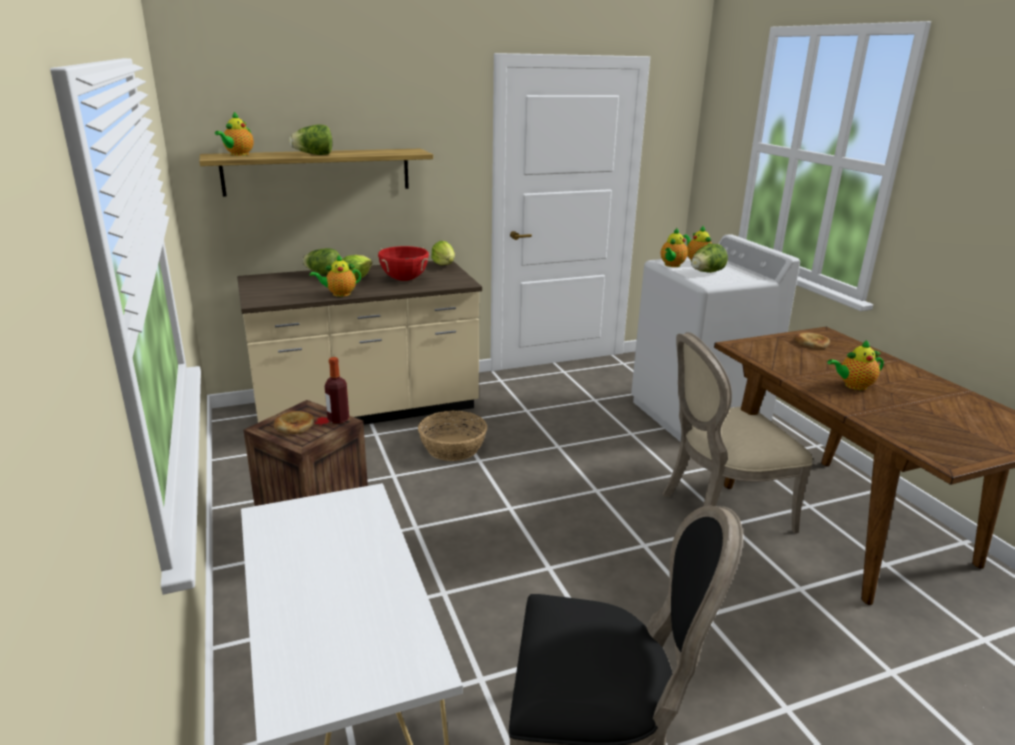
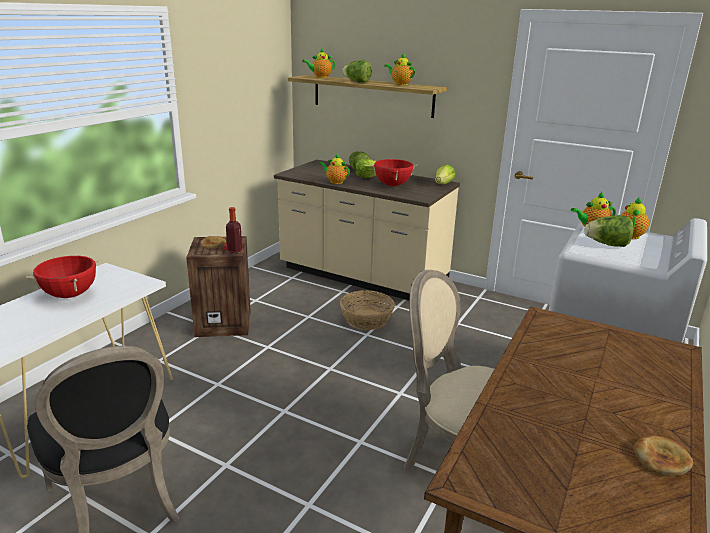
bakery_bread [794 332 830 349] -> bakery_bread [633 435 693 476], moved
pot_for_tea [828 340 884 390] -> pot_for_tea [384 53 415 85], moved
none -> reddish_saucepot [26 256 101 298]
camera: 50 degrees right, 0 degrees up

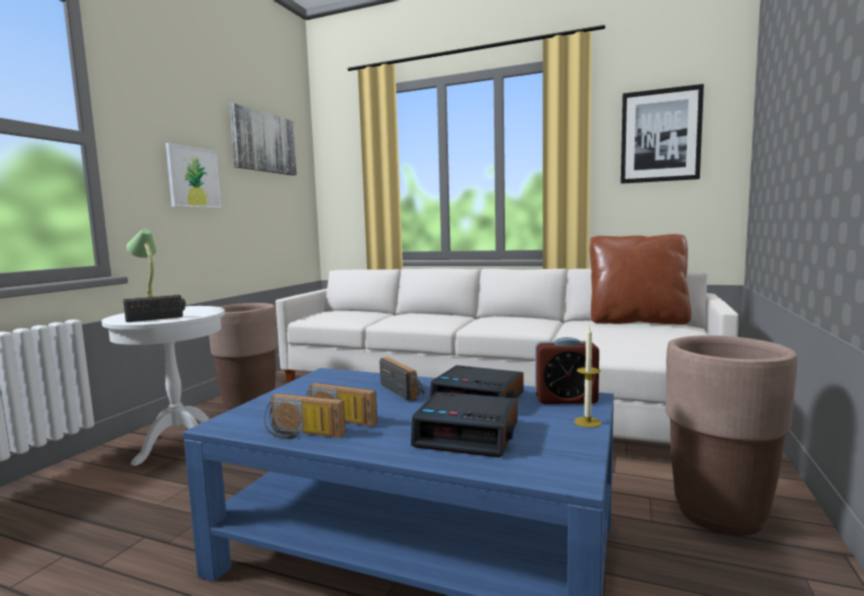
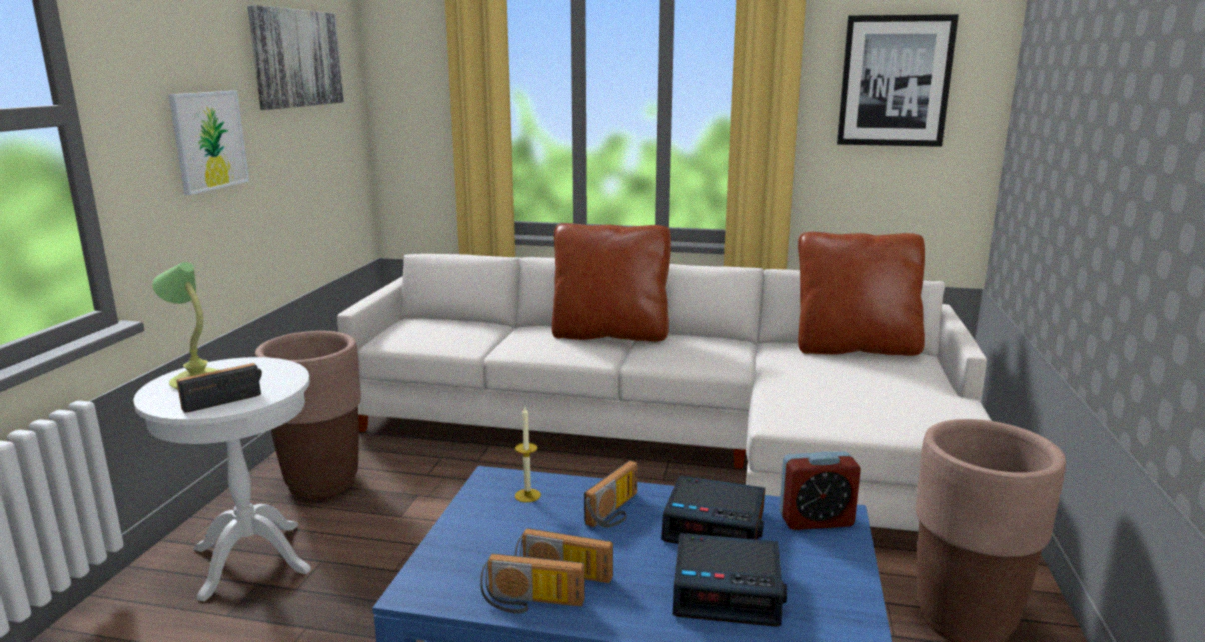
candle [574 327 602 428] -> candle [515 407 541 502], moved
radio [379 357 425 401] -> radio [584 460 637 528], 75 degrees clockwise
none -> brown-coloured_cushion [552 223 671 342]
camera: 10 degrees left, 10 degrees up

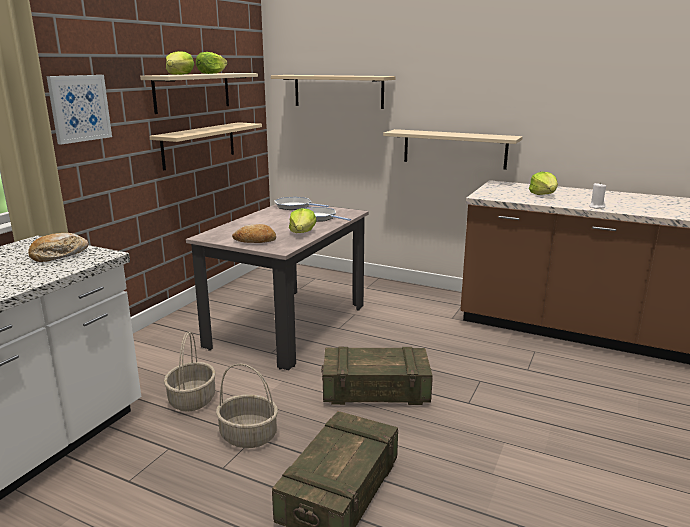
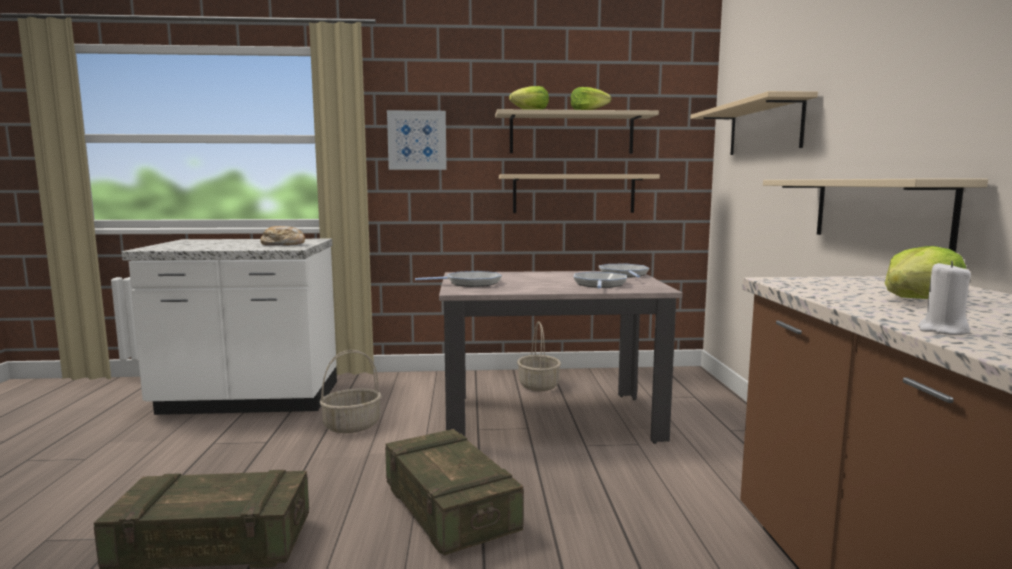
lettuce [289 208 317 233] -> none
bakery_bread [232 224 276 243] -> frying_pan [415 271 502 287]
basket [216 364 278 448] -> basket [517 321 561 391], moved
camera: 60 degrees right, 10 degrees down

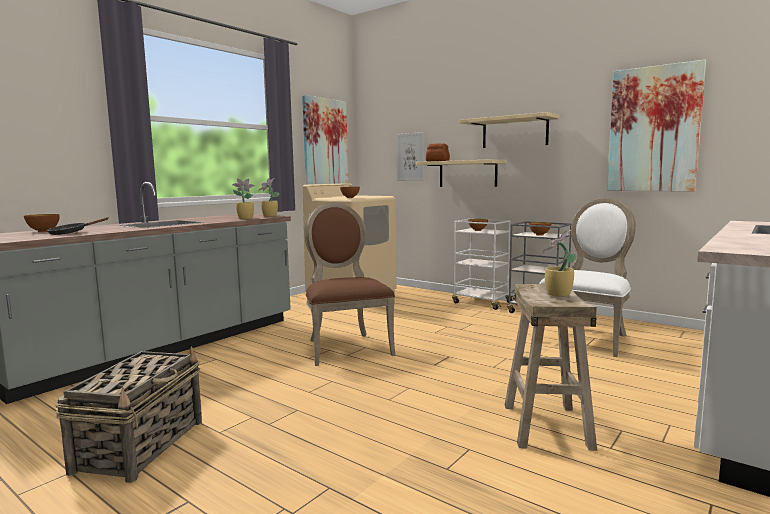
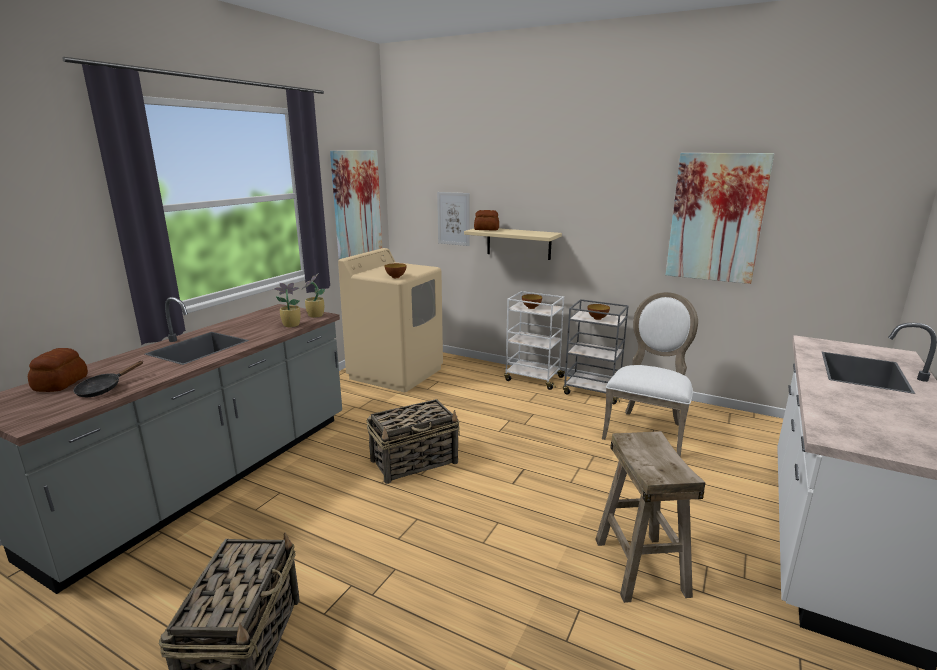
beige_shelf [459 112 560 148] -> none
brown-coloured_plain_chair [304 202 395 366] -> basket [366 399 460 484]
serving_bowl [24 214 60 232] -> bakery_bread [28 348 88 392]
houseplant [543 230 577 297] -> none
camera: 10 degrees left, 10 degrees up

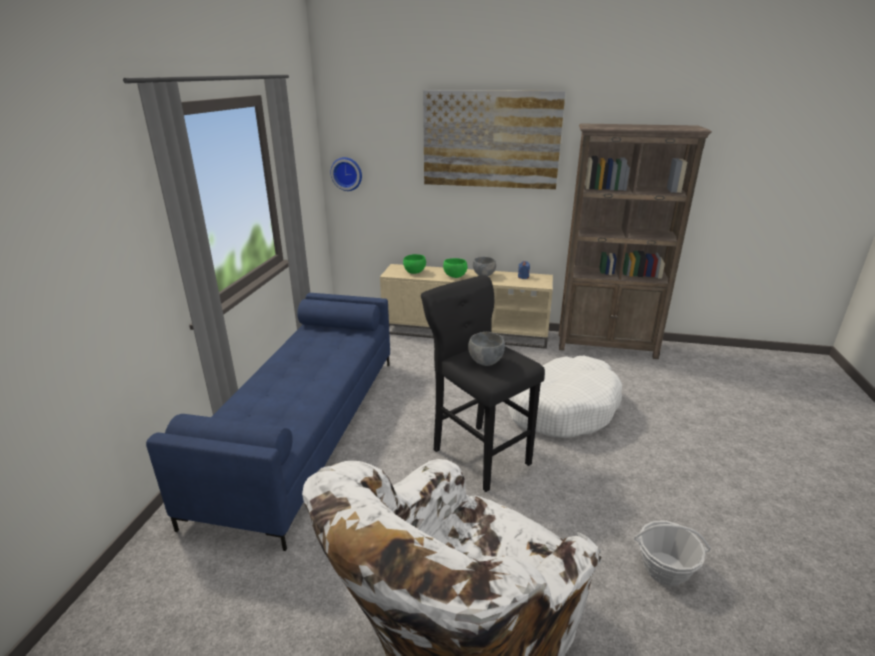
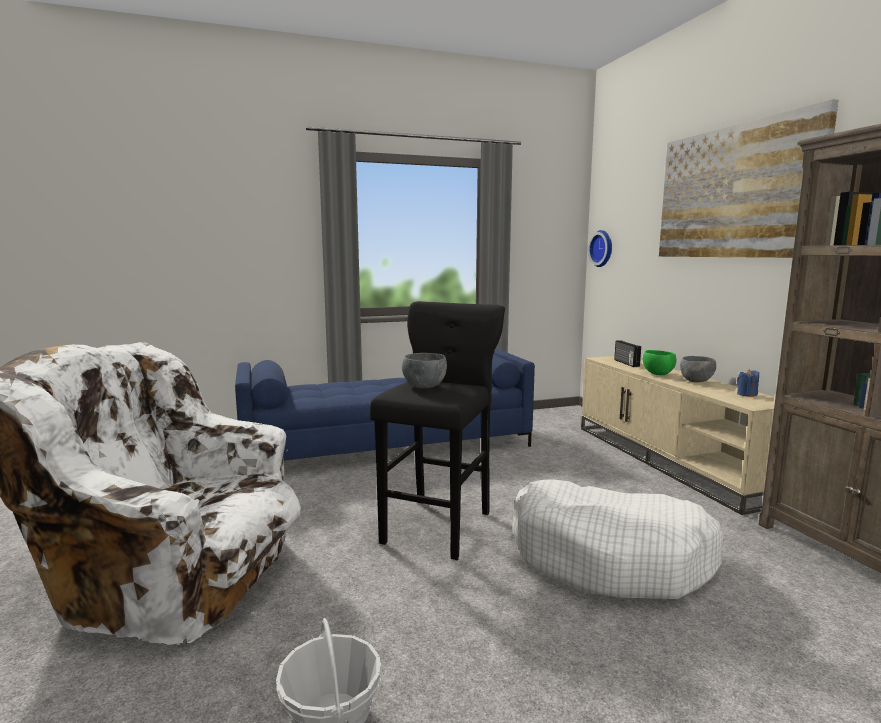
green_serving_bowl [403 254 426 274] -> radio [614 340 641 367]
camera: 60 degrees right, 15 degrees down

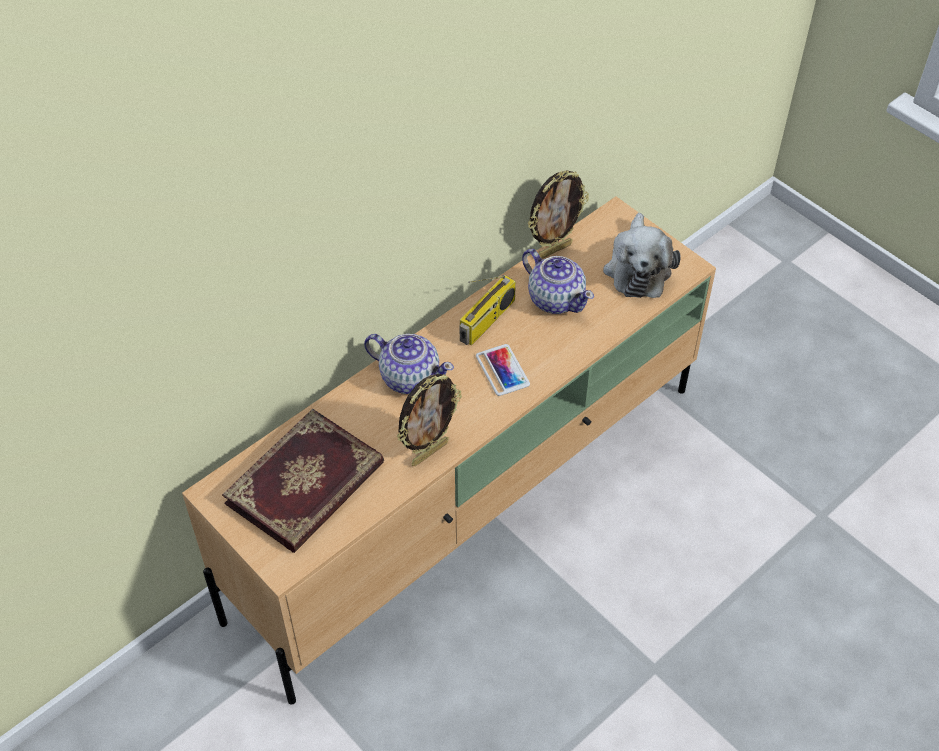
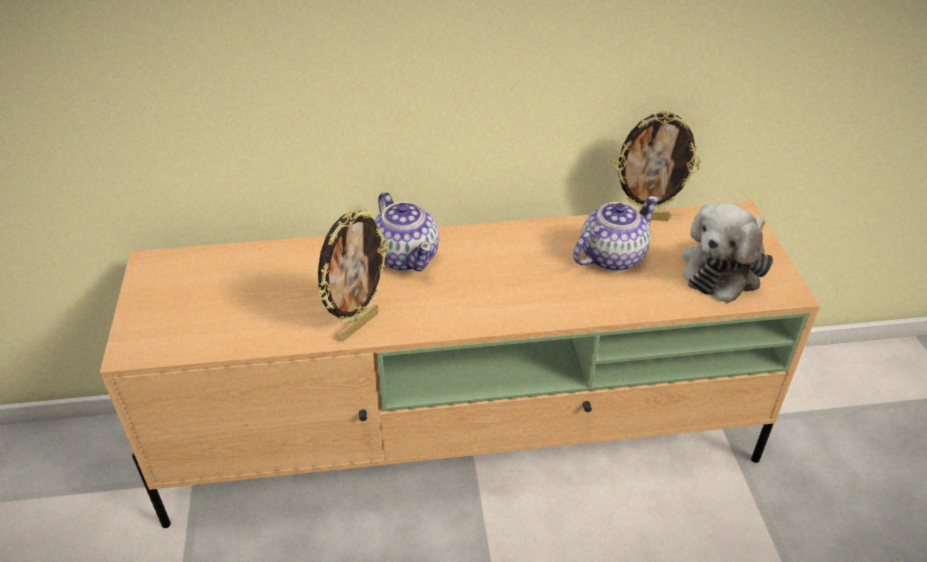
pot_for_tea [522 249 594 314] -> pot_for_tea [573 196 659 271], 120 degrees counterclockwise
radio [460 275 516 346] -> none
handset [476 344 530 396] -> none
picture_frame [397 374 462 466] -> picture_frame [317 210 389 341], 45 degrees counterclockwise
book [222 409 384 553] -> none
camera: 35 degrees right, 10 degrees down

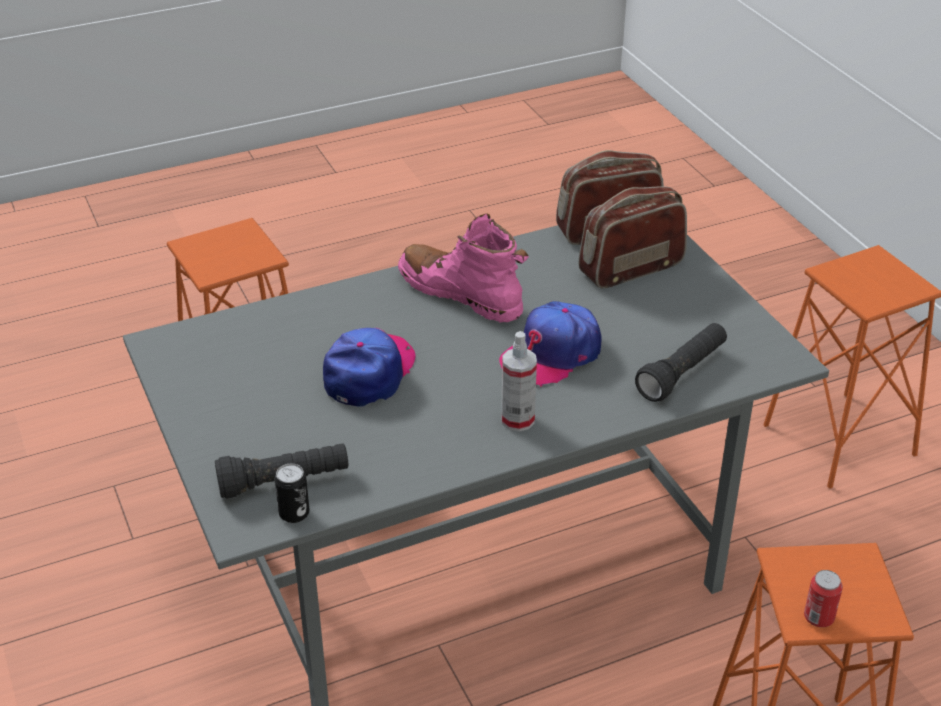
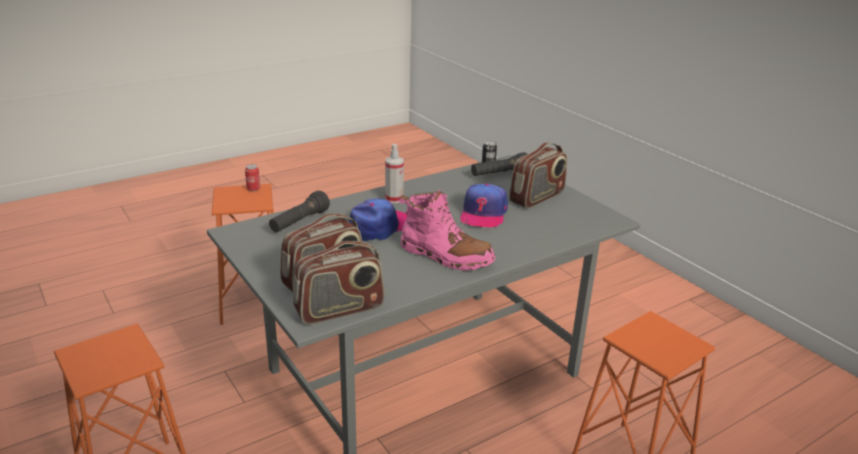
none -> radio [509 143 567 209]
camera: 170 degrees right, 10 degrees down

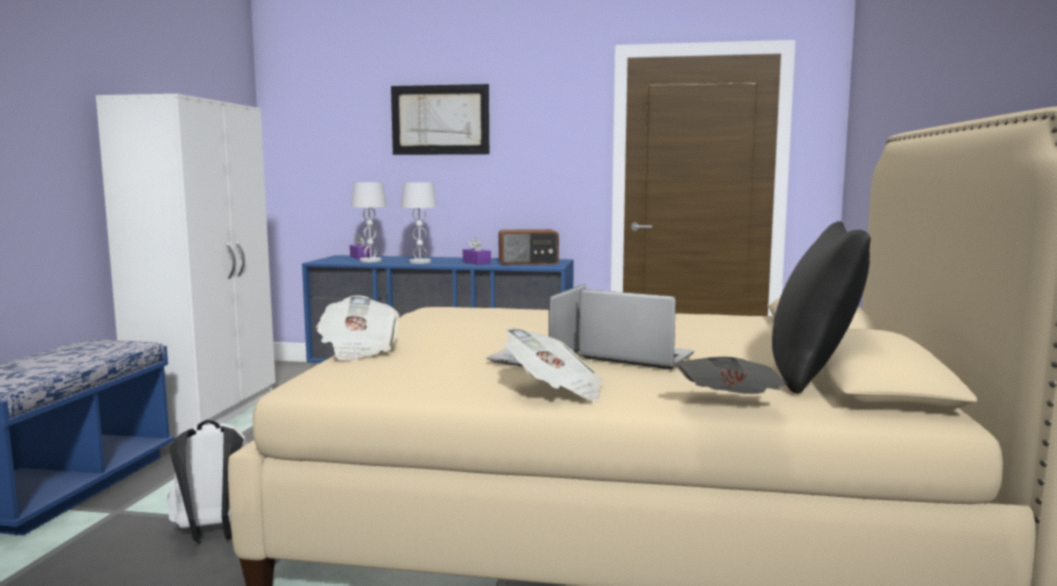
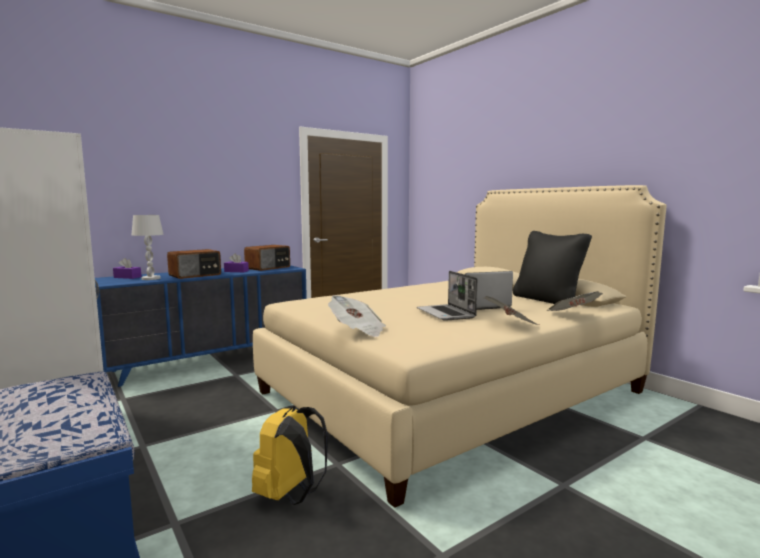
wall_art [391 84 489 155] -> none
white_table_lamp [401 182 437 264] -> radio [167 249 221 279]
white_rucksack [167 420 246 543] -> yellow_rucksack [252 406 328 505]
camera: 45 degrees left, 0 degrees up

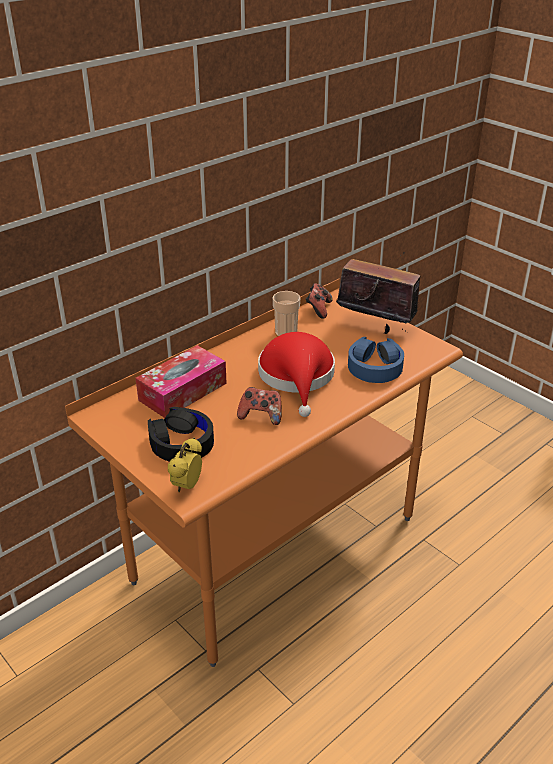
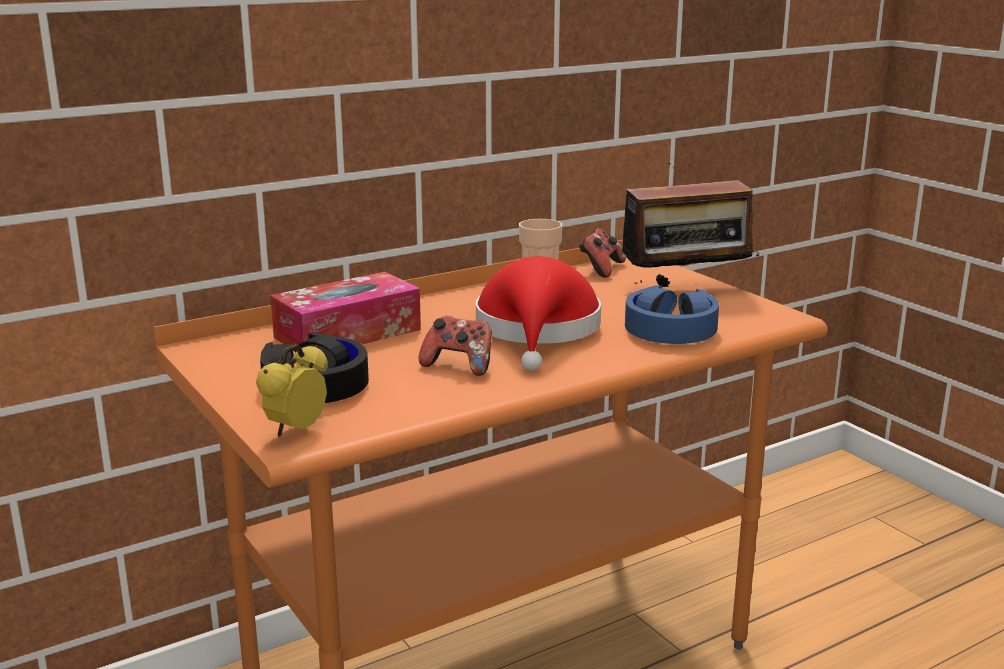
radio [336 252 420 334] -> radio [612 158 759 287], 135 degrees clockwise
camera: 10 degrees right, 15 degrees down

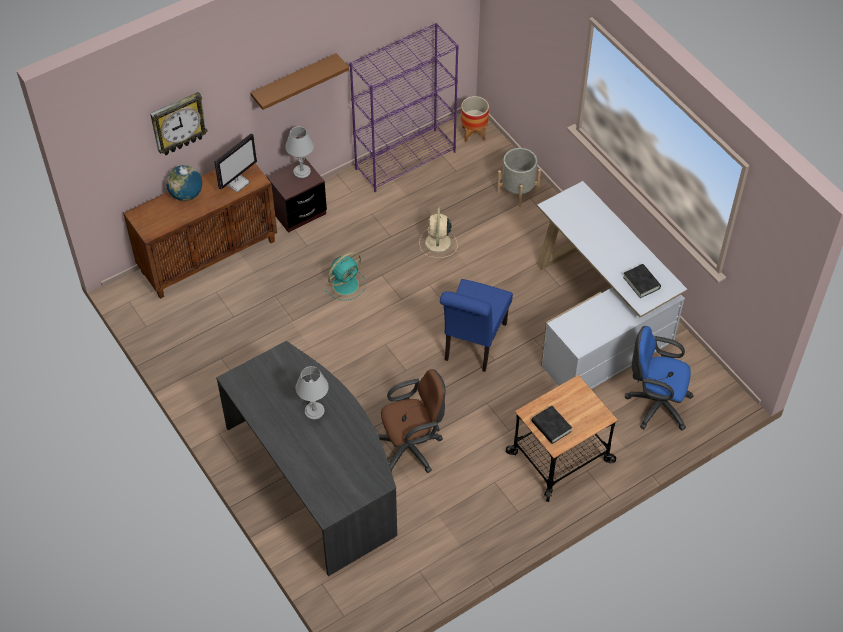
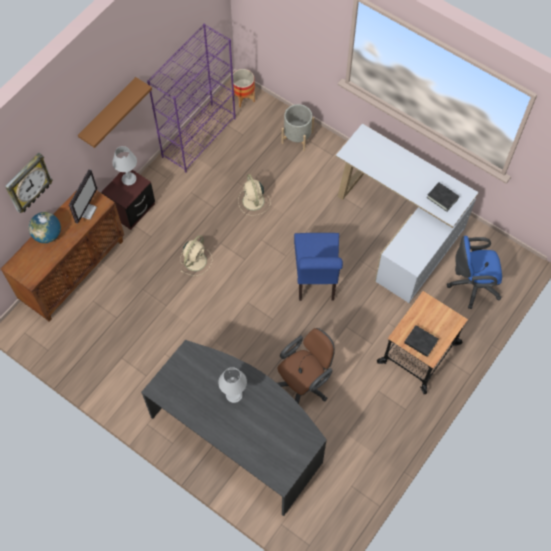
blue-green_electric_fan [325 252 366 300] -> beige_electric_fan [180 235 212 276]
camera: 20 degrees left, 10 degrees up

